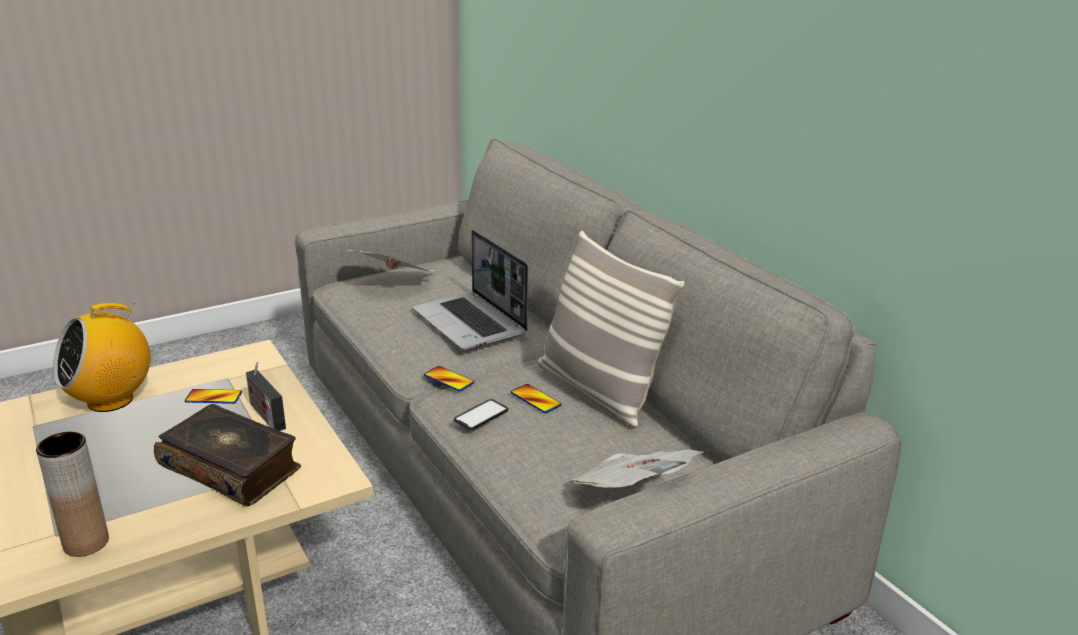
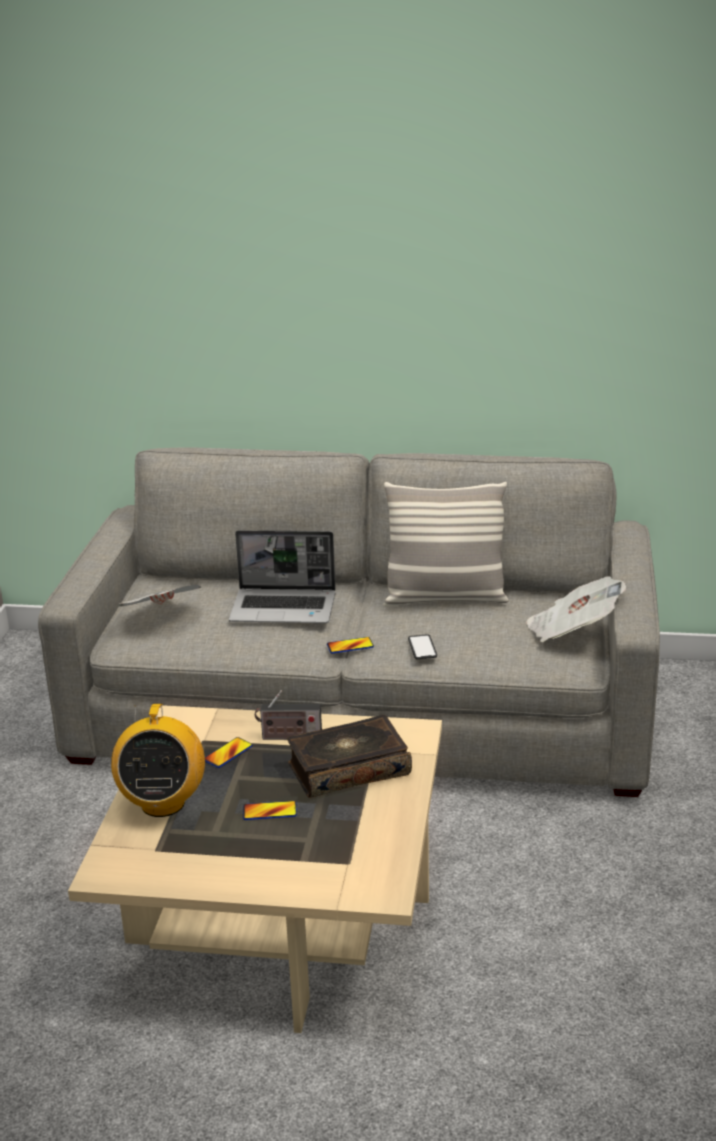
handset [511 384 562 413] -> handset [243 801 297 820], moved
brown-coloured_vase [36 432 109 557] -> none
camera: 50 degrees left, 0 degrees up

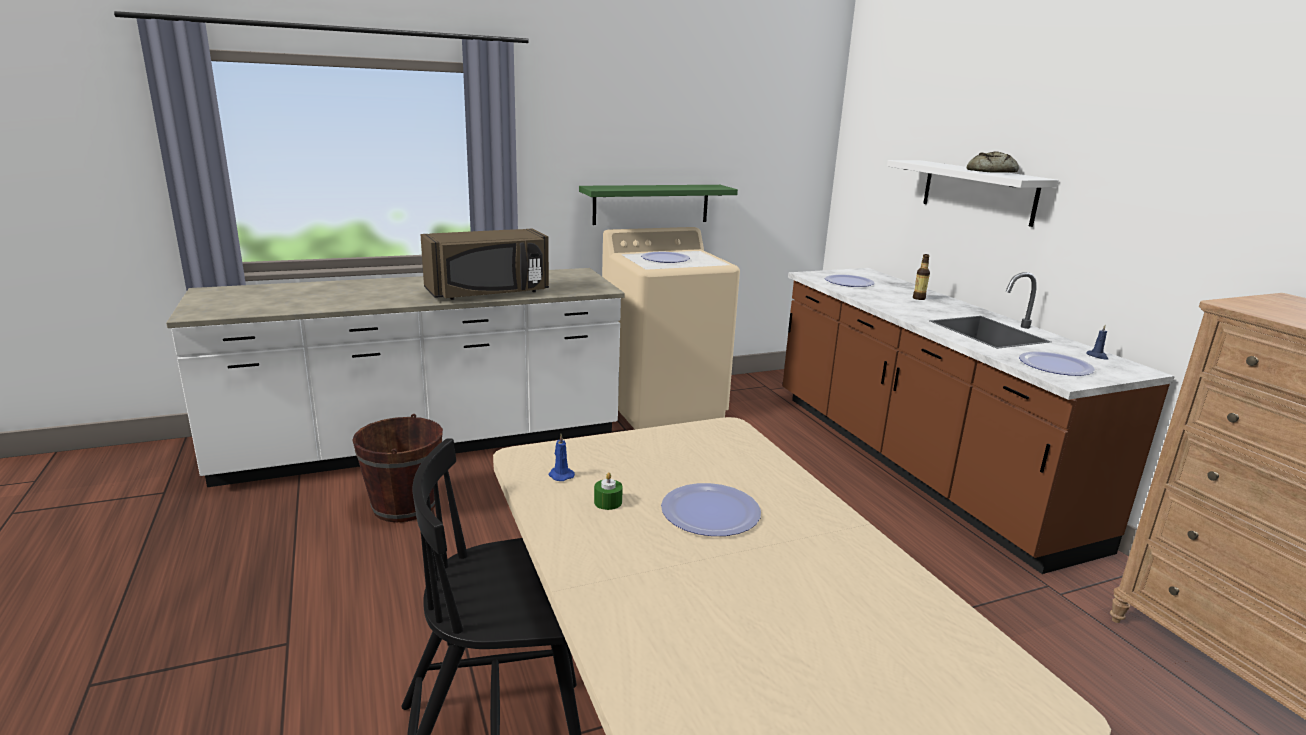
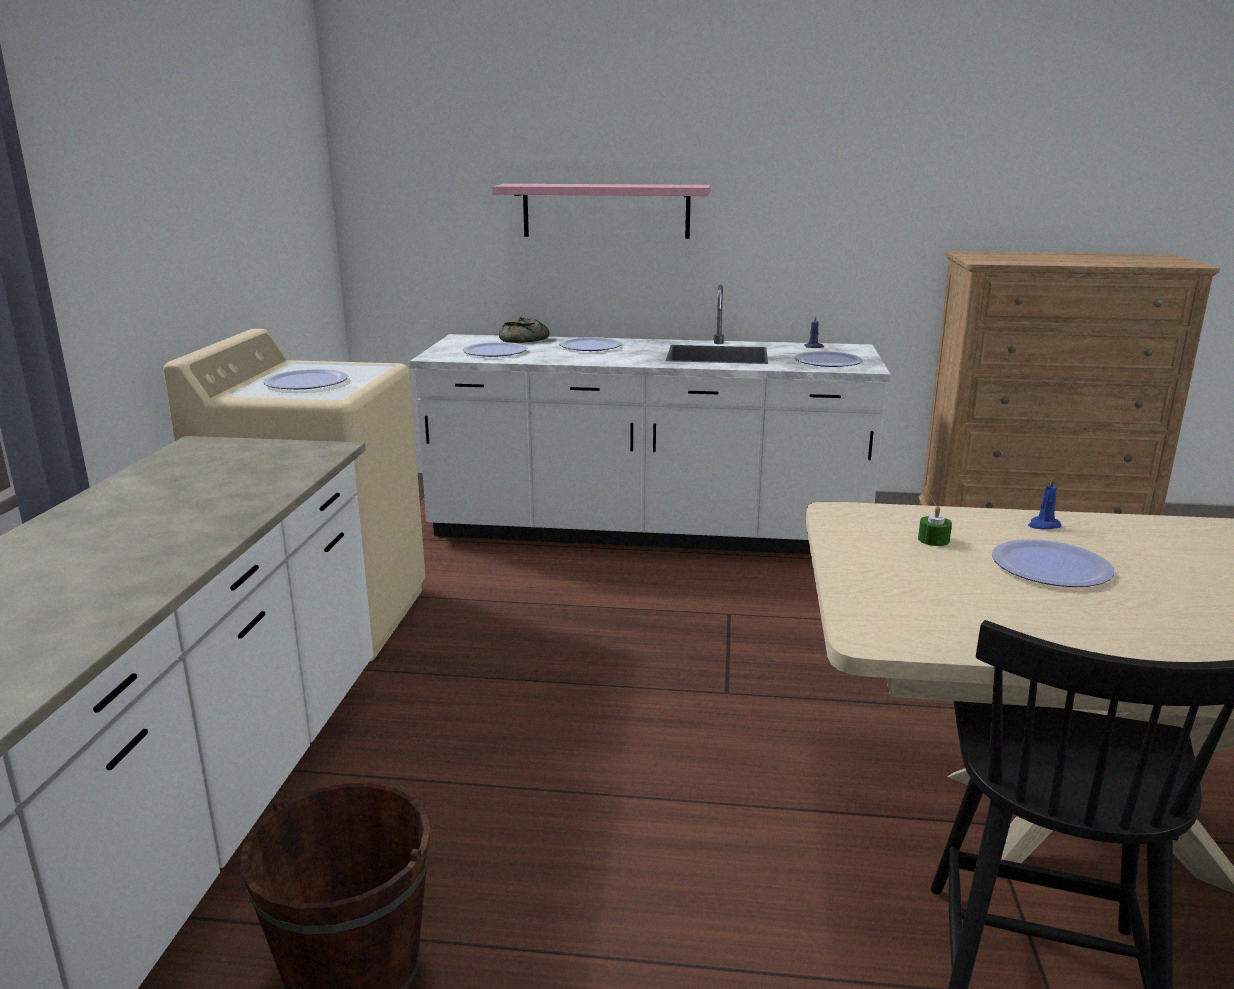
bakery_bread [966 152 1019 173] -> bakery_bread [499 317 550 343], moved
white_shelf [887 160 1059 227] -> pink-coloured_shelf [492 184 711 239]
green_shelf [579 185 738 225] -> none
brown-coloured_microwave_oven [421 228 549 300] -> none
bottle [913 254 930 300] -> dinner_plate [559 337 622 351]
brown-coloured_counter [782 268 1175 574] -> white_counter [410 285 891 554]
blue-coloured_candle [549 434 575 481] -> blue-coloured_candle [1028 477 1061 529], moved
green_candle [594 472 623 510] -> green_candle [918 506 952 546], moved
camera: 60 degrees left, 0 degrees up

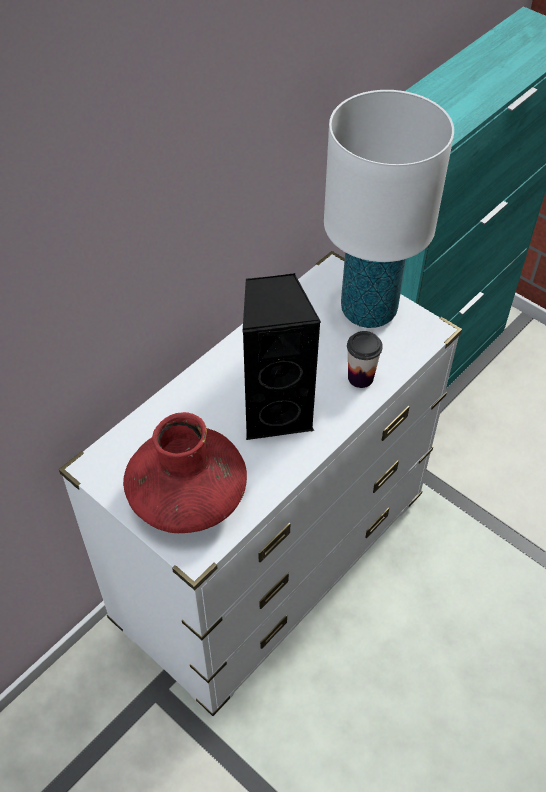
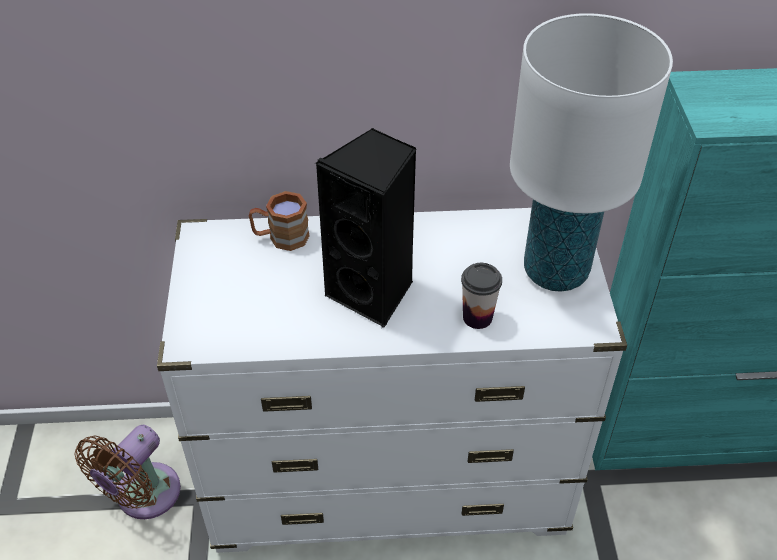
reddish_vase [123 412 247 533] -> none
none -> brown-coloured_mug [249 191 310 251]
none -> brown-coloured_electric_fan [75 425 181 519]
camera: 45 degrees right, 5 degrees down

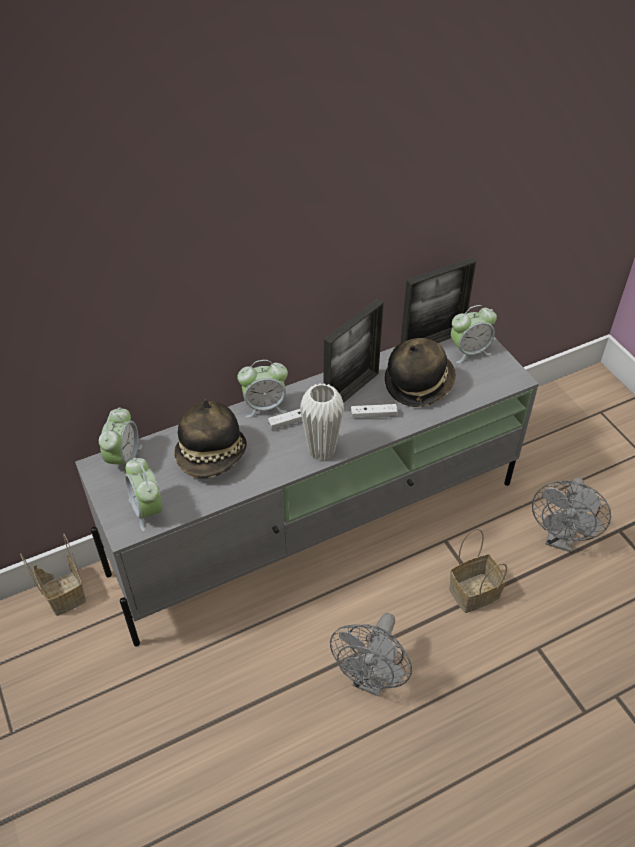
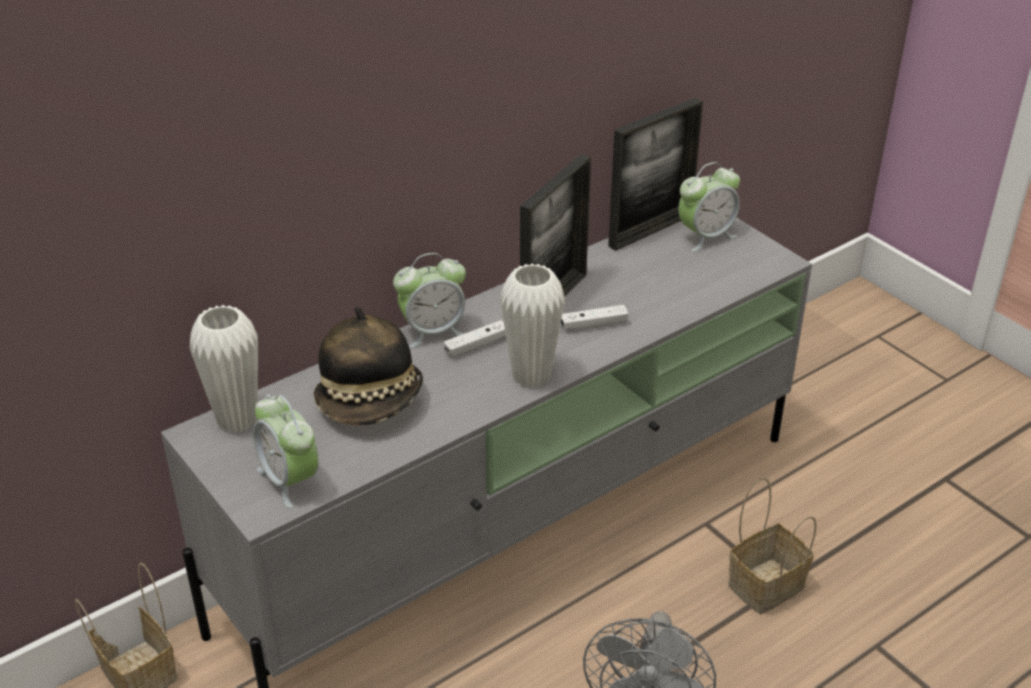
hat [385 338 456 407] -> none
alarm_clock [99 407 142 465] -> white_vase [190 305 258 434]
gray_electric_fan [532 477 611 552] -> none
camera: 10 degrees left, 10 degrees down

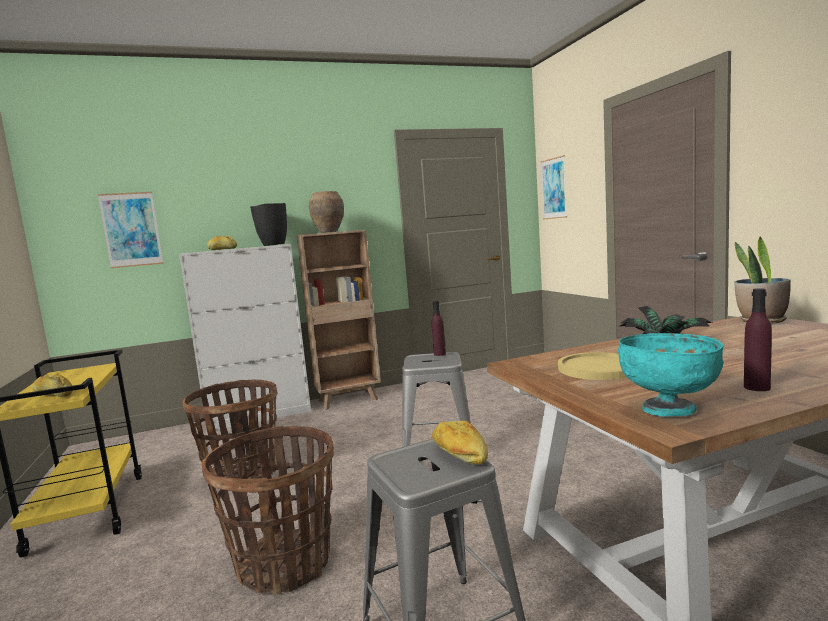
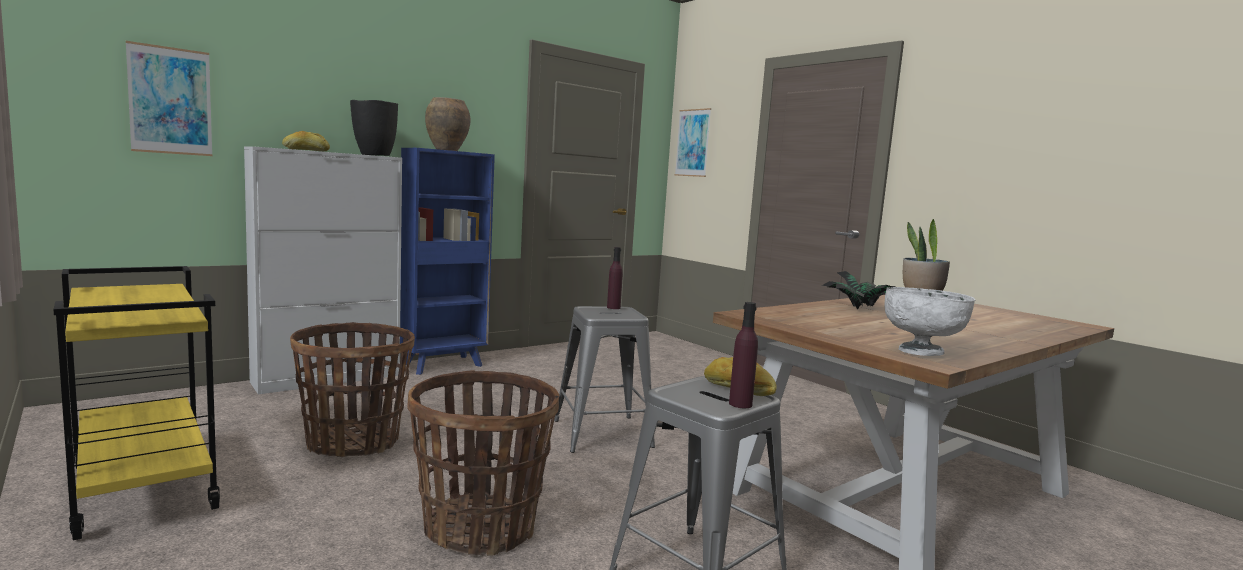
brown-coloured_bookcase [297 229 381 410] -> blue-coloured_bookcase [400 148 495 375]
purple-coloured_bottle [744 288 772 391] -> purple-coloured_bottle [729 302 758 408], moved
blue-green_serving_bowl [618 333 724 417] -> white_serving_bowl [884 287 975 356]
yellow_dinner_plate [558 352 627 380] -> none
bakery_bread [32 374 72 397] -> none
camera: 20 degrees left, 0 degrees up

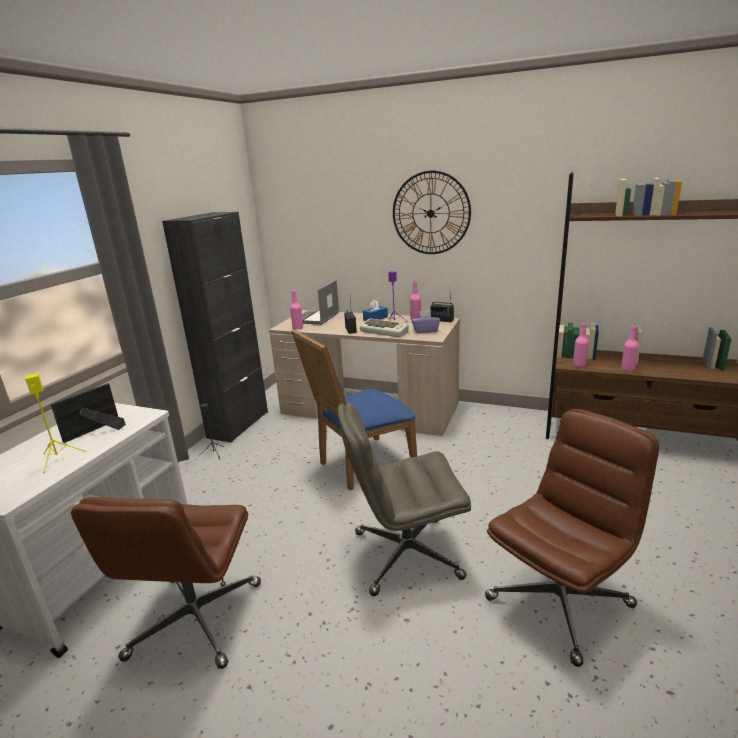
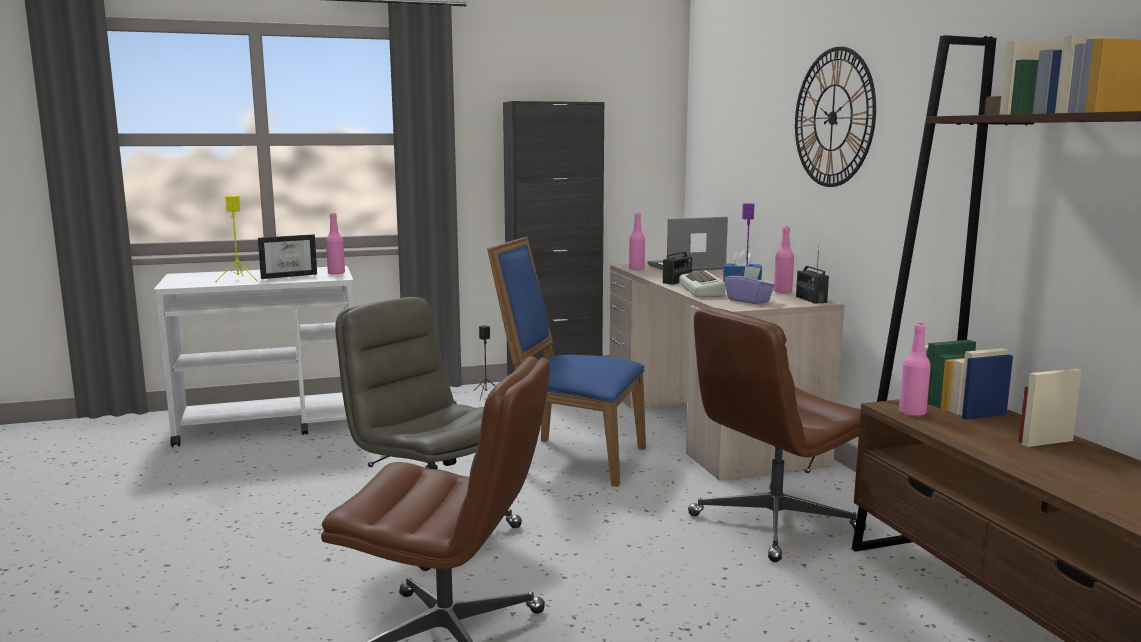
pink-coloured_bottle [621 325 639 372] -> pink-coloured_bottle [326 213 345 274], moved
picture_frame [51 383 126 443] -> picture_frame [258 234 317 279], 150 degrees clockwise
brown-coloured_computer_chair [71 497 261 669] -> brown-coloured_computer_chair [688 307 867 562], moved
camera: 50 degrees right, 10 degrees down

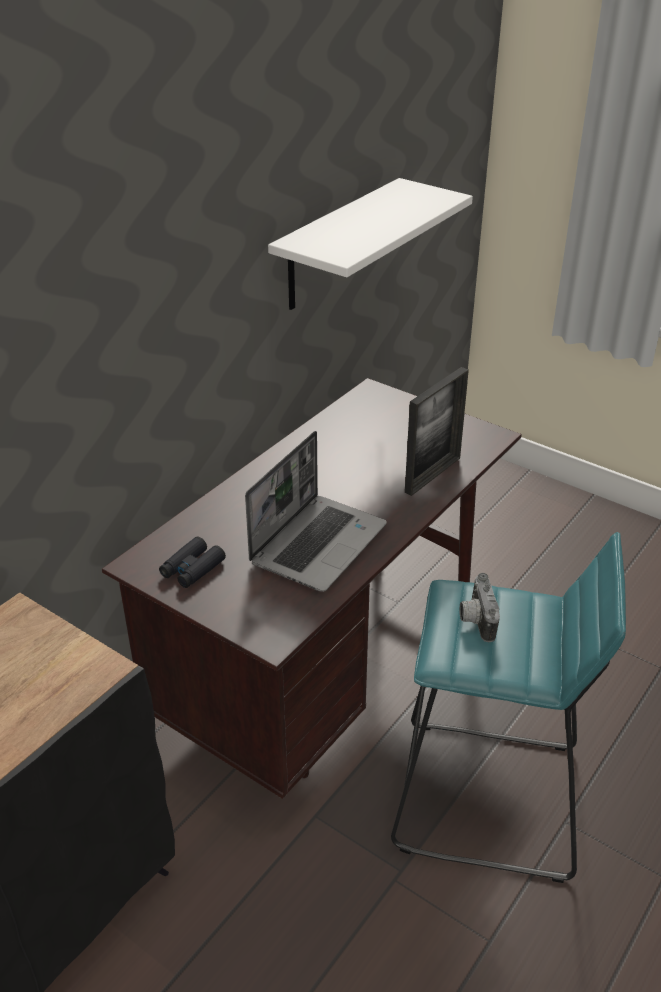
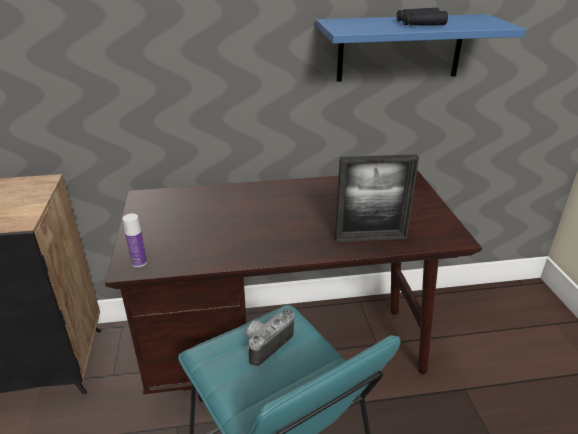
white_shelf [268 178 473 310] -> blue-coloured_shelf [316 14 526 82]
notebook_computer [245 431 387 592] -> none
black-coloured_binoculars [159 536 226 588] -> black-coloured_binoculars [396 8 448 26], moved
none -> bottle [123 213 147 267]
camera: 45 degrees right, 5 degrees down

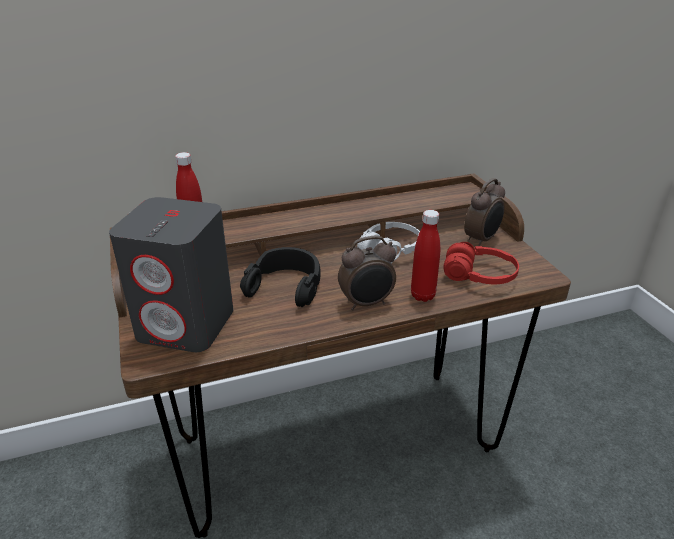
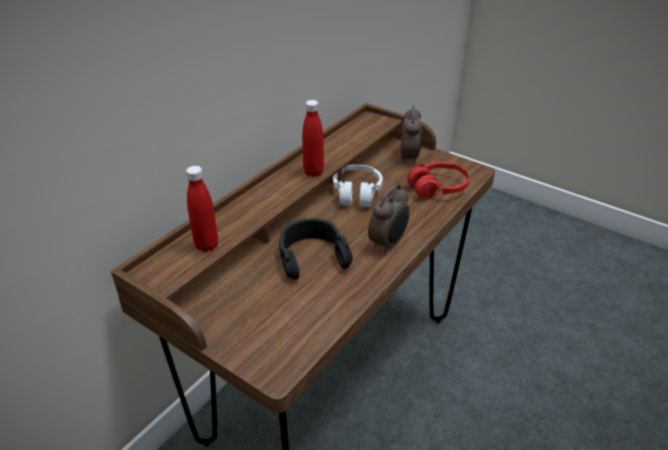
gray_loudspeaker [109 197 233 352] -> none
reddish_bottle [411 210 440 302] -> reddish_bottle [302 100 324 177], moved
camera: 35 degrees left, 5 degrees up

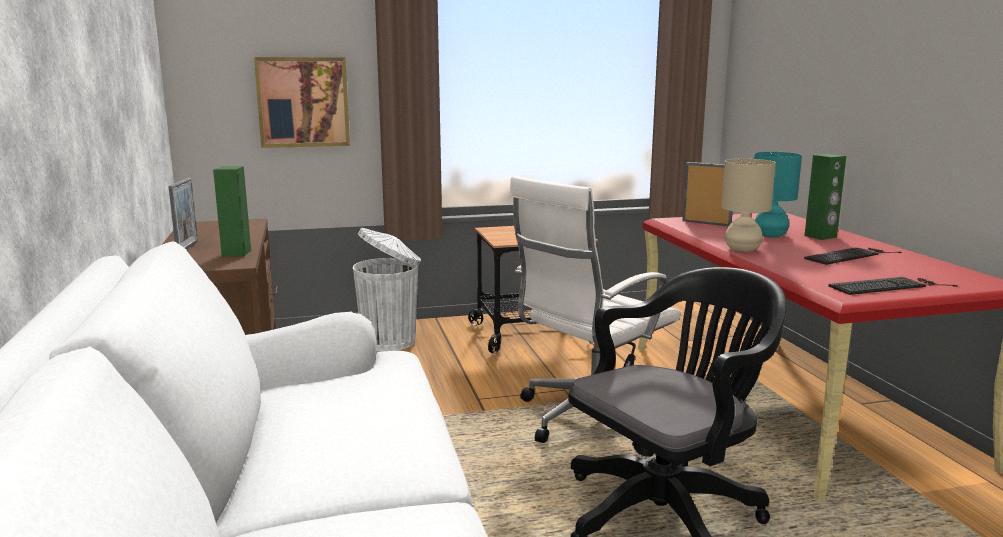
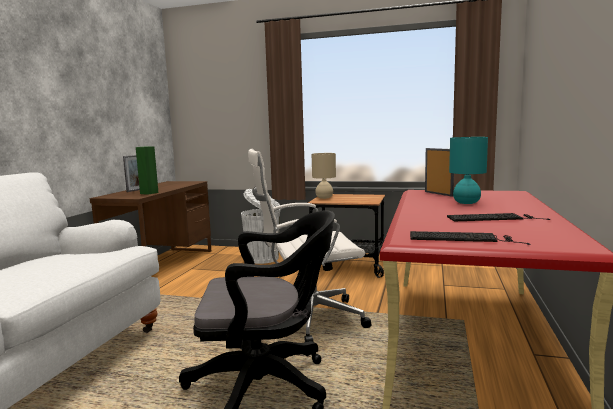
wall_art [254 57 350 148] -> none
green_loudspeaker [805 154 846 240] -> none
beige_table_lamp [721 159 776 252] -> beige_table_lamp [312 153 336 199], moved
camera: 30 degrees right, 5 degrees down

